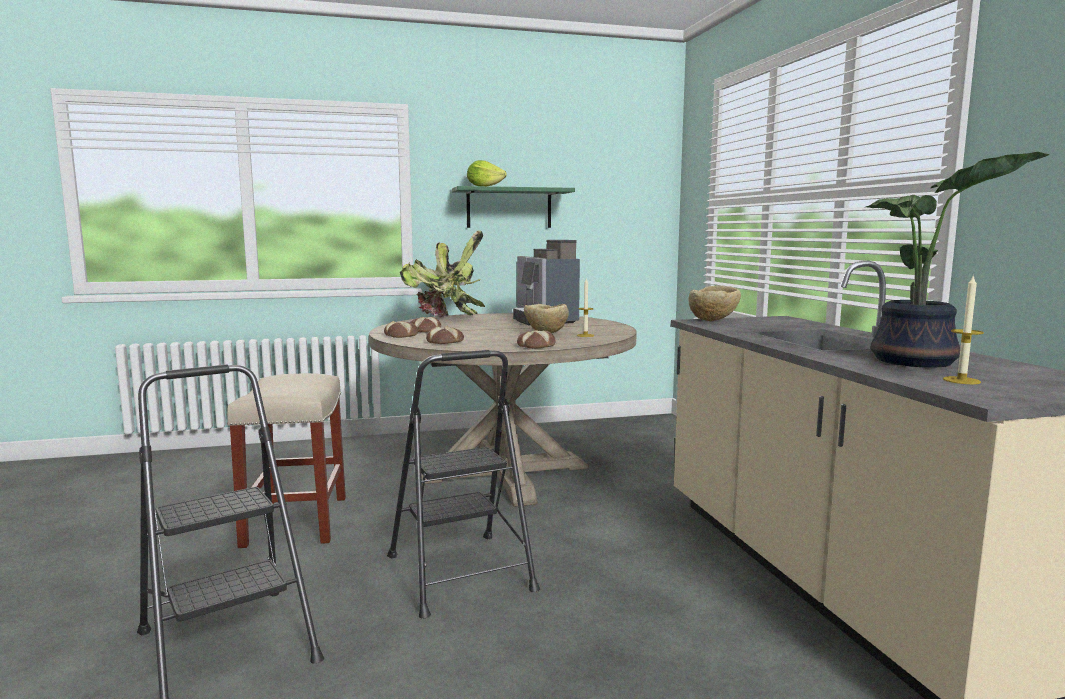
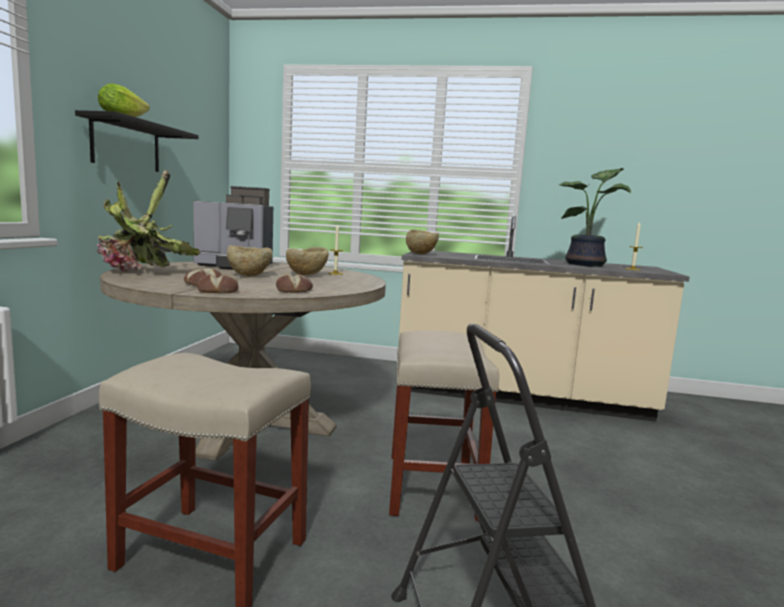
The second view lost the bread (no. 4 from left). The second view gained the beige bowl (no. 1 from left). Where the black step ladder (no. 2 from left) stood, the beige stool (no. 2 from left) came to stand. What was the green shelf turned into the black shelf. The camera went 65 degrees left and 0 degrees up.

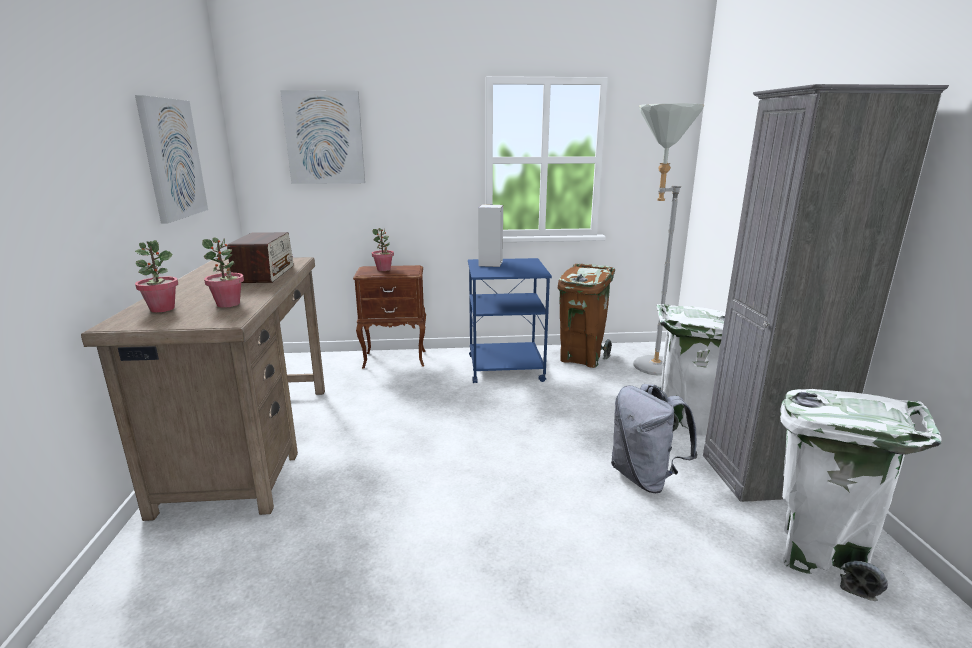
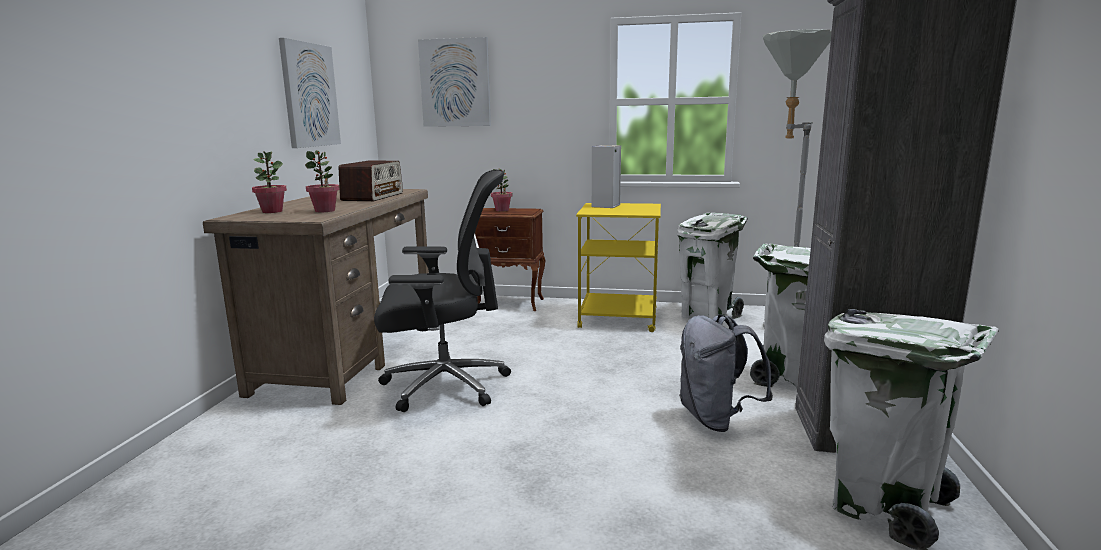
The second view gained the office chair. What was the blue cart turned into the yellow cart. What was the brown trash can turned into the white trash can (no. 1 from left). The camera went 15 degrees right and 5 degrees down.

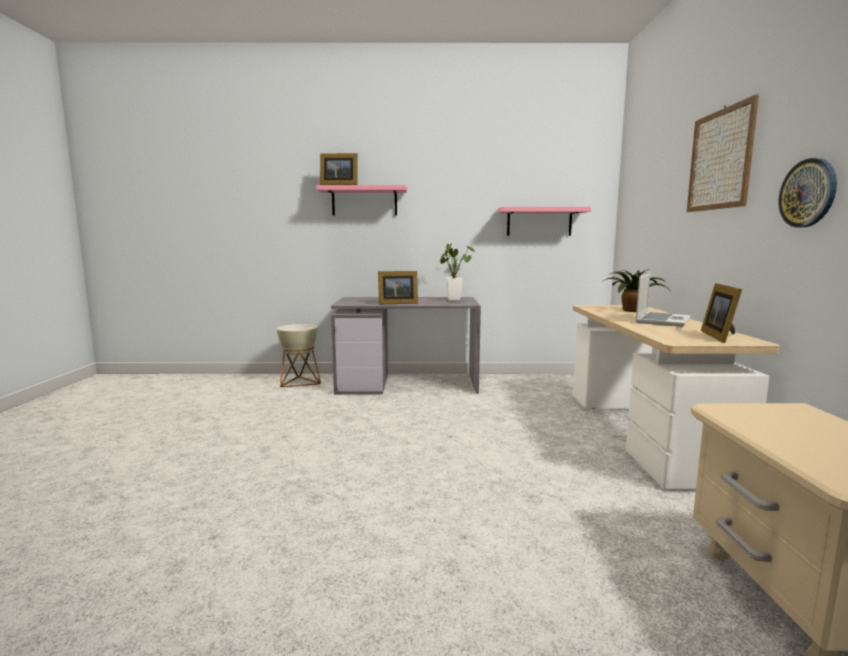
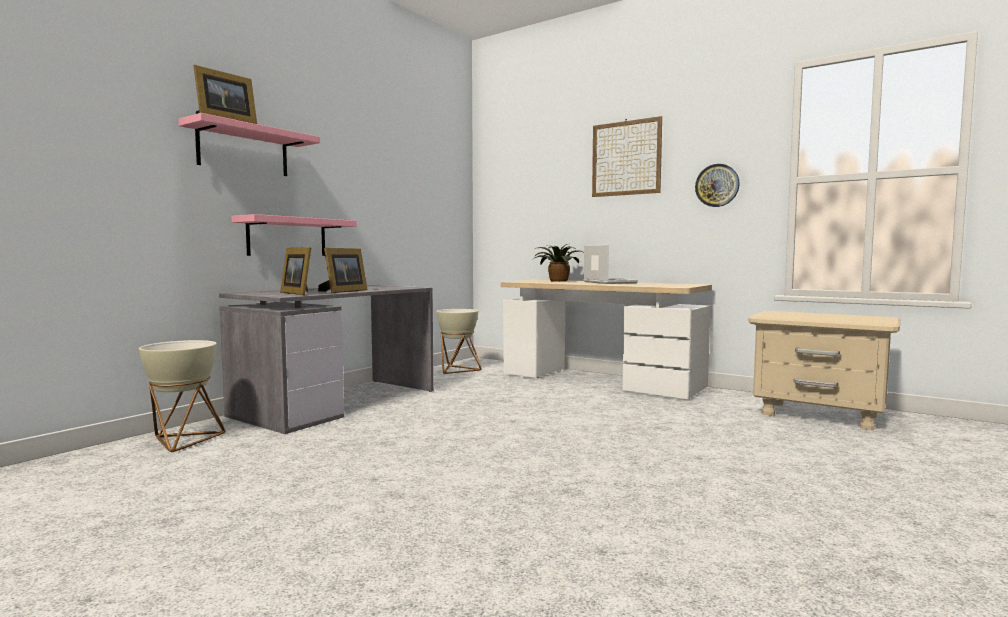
The second view lost the potted plant (no. 1 from left). The second view gained the planter (no. 2 from left). The pink shelf (no. 2 from left) ended up elsewhere. The picture frame (no. 3 from left in the first image) ended up elsewhere. The camera went 55 degrees left and 5 degrees down.

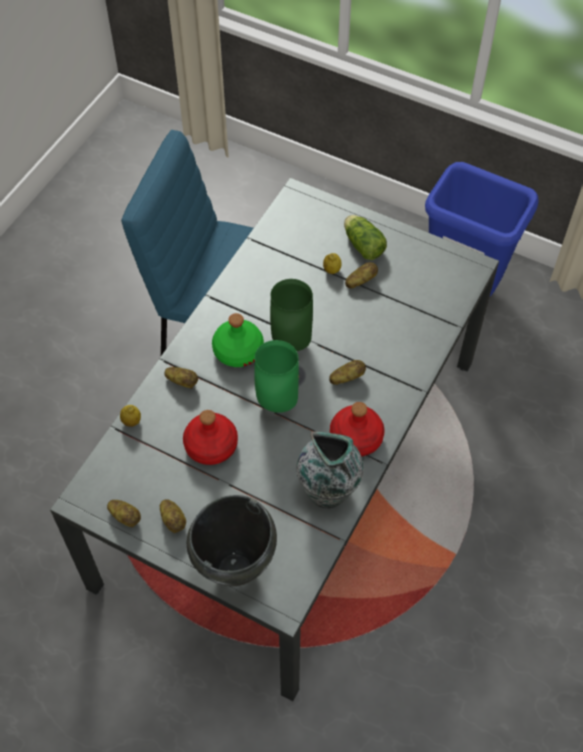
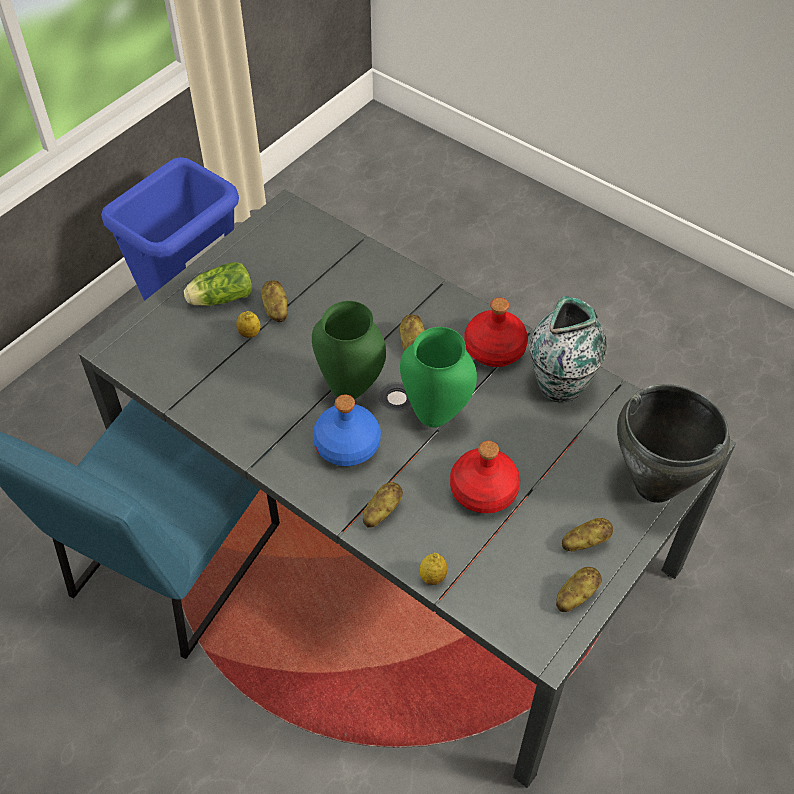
What was the green bottle turned into the blue bottle. The camera went 80 degrees left and 5 degrees down.

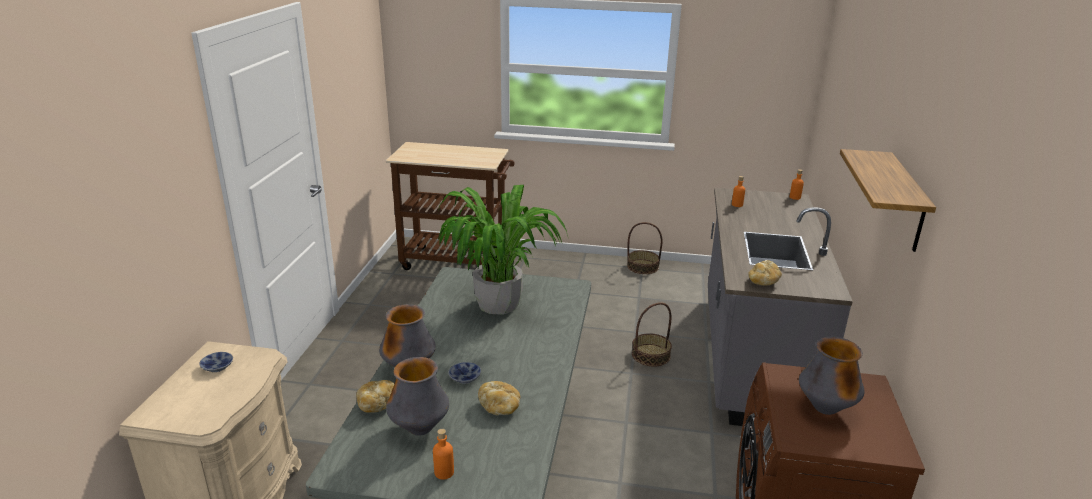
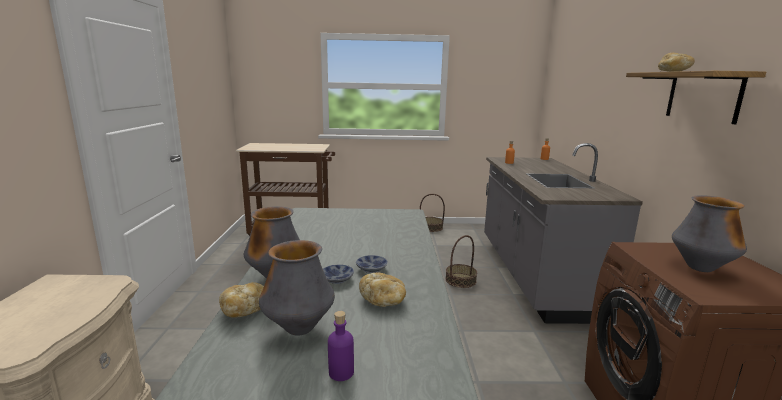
The second view lost the potted plant. The bowl (no. 1 from left in the first image) ended up elsewhere. The bread (no. 3 from left) ended up elsewhere. What was the orange bottle (no. 1 from left) turned into the purple bottle. The camera went 10 degrees left and 10 degrees down.

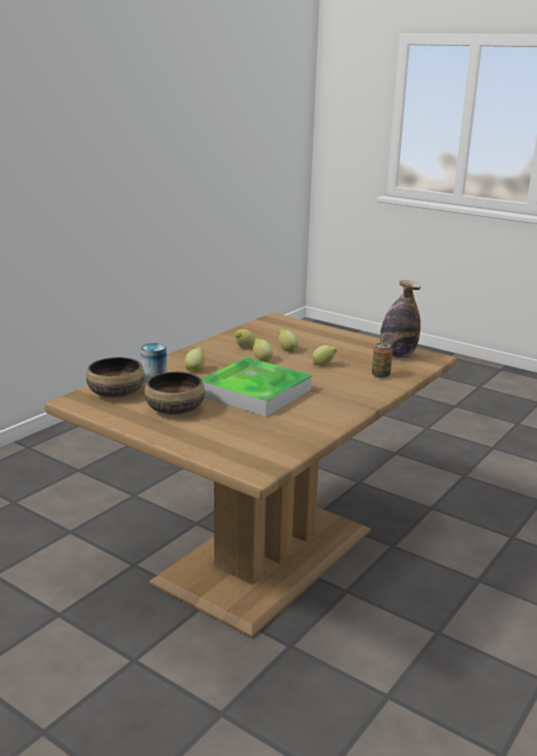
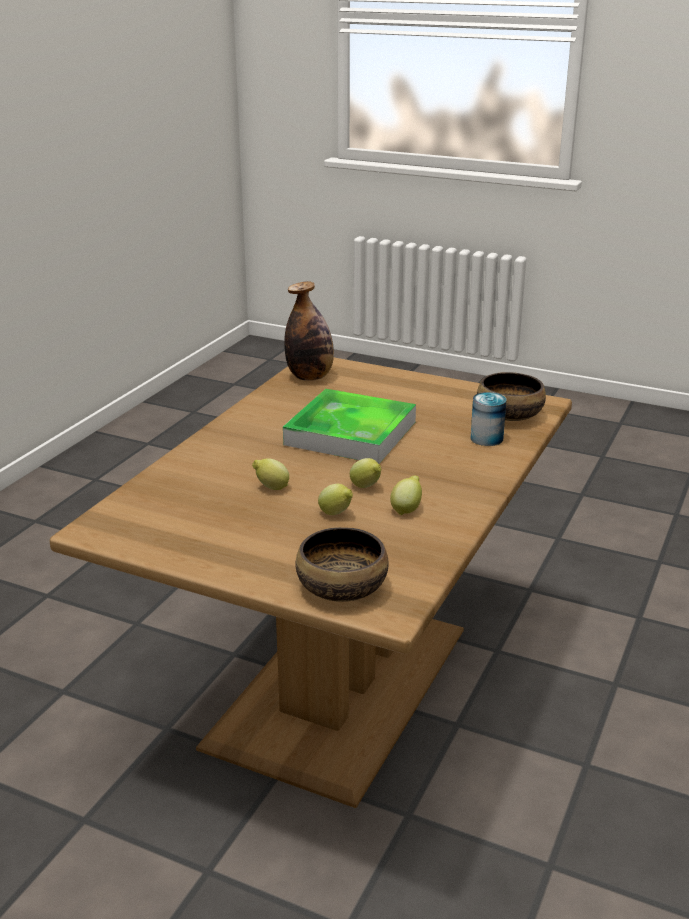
The second view lost the lemon (no. 1 from left). The second view lost the can (no. 2 from left). The bowl (no. 2 from left in the first image) ended up elsewhere. The bottle ended up elsewhere. The camera went 170 degrees right and 5 degrees up.

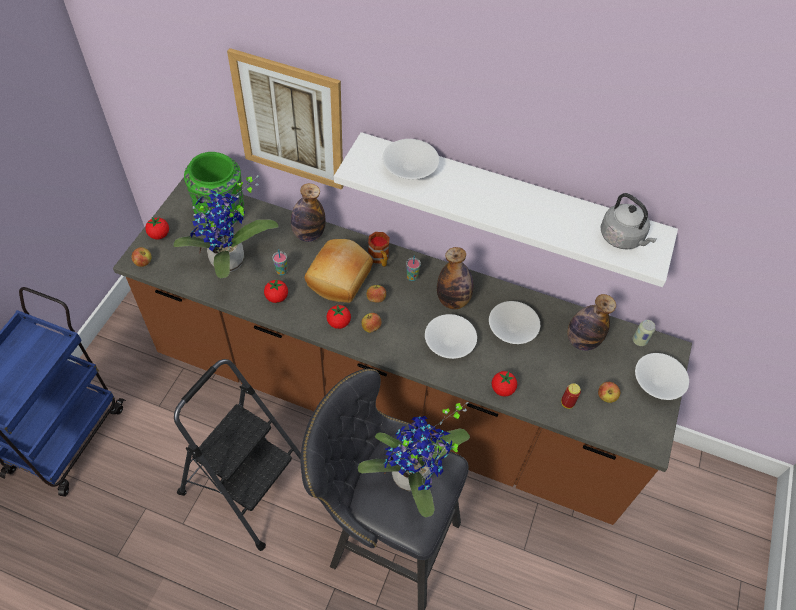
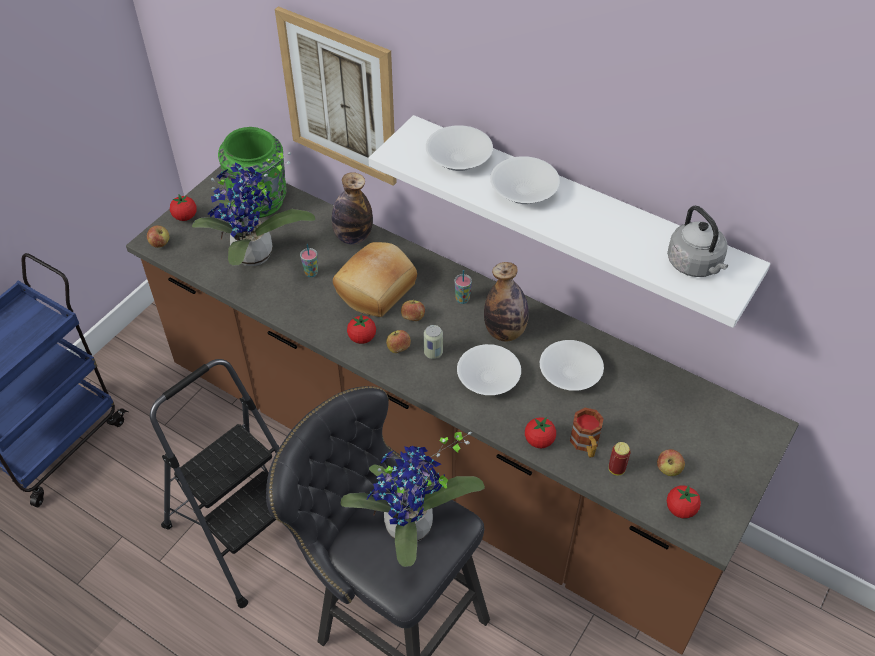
The second view lost the bottle (no. 3 from left). The tomato (no. 2 from left in the first image) ended up elsewhere. The mug ended up elsewhere. The can (no. 2 from left in the first image) ended up elsewhere. The white bowl (no. 4 from left in the first image) ended up elsewhere. The camera went 15 degrees right and 5 degrees down.

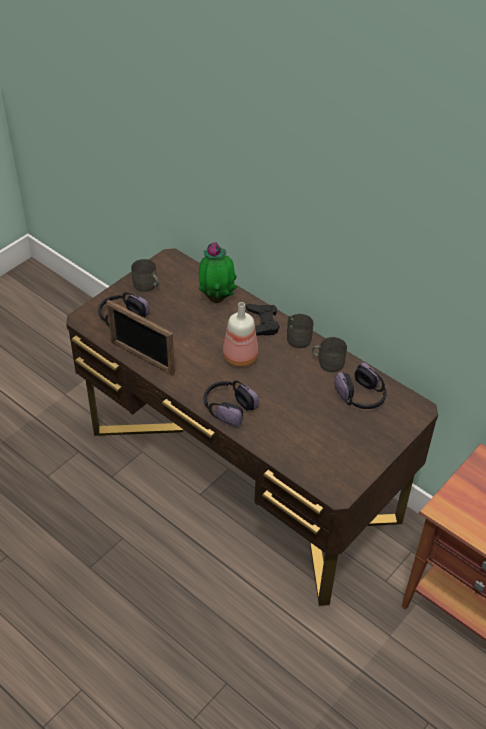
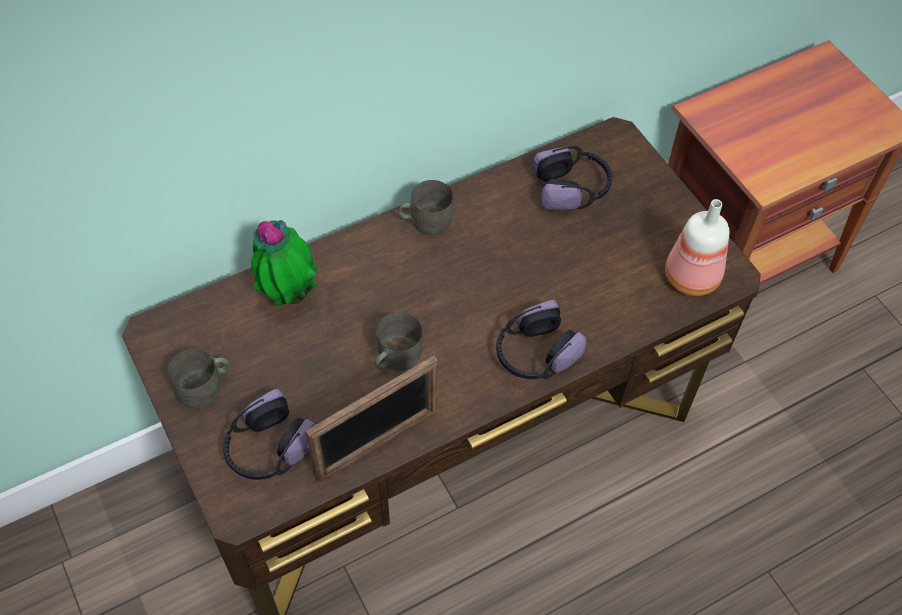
The second view lost the black game controller. The bottle ended up elsewhere. The grey mug (no. 3 from left in the first image) ended up elsewhere. The camera went 70 degrees left and 10 degrees up.

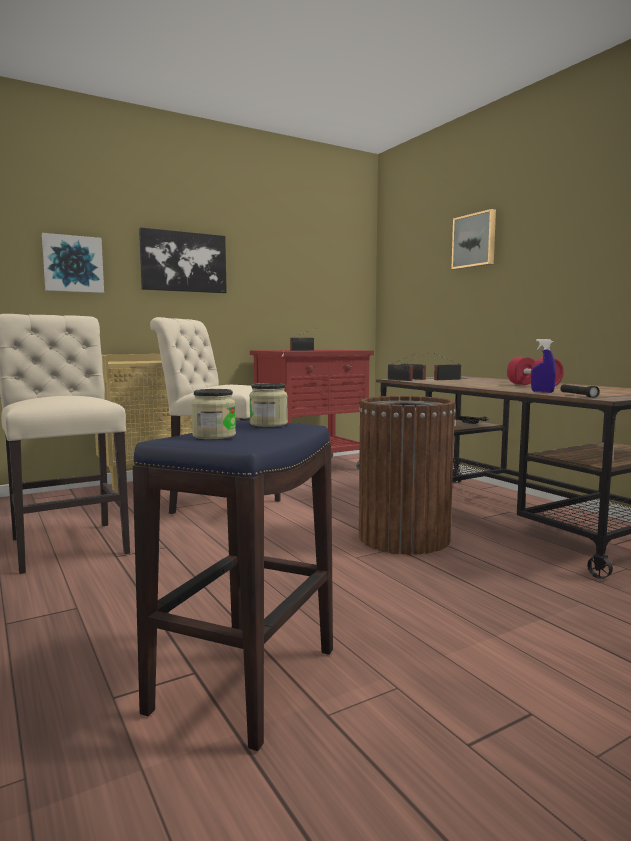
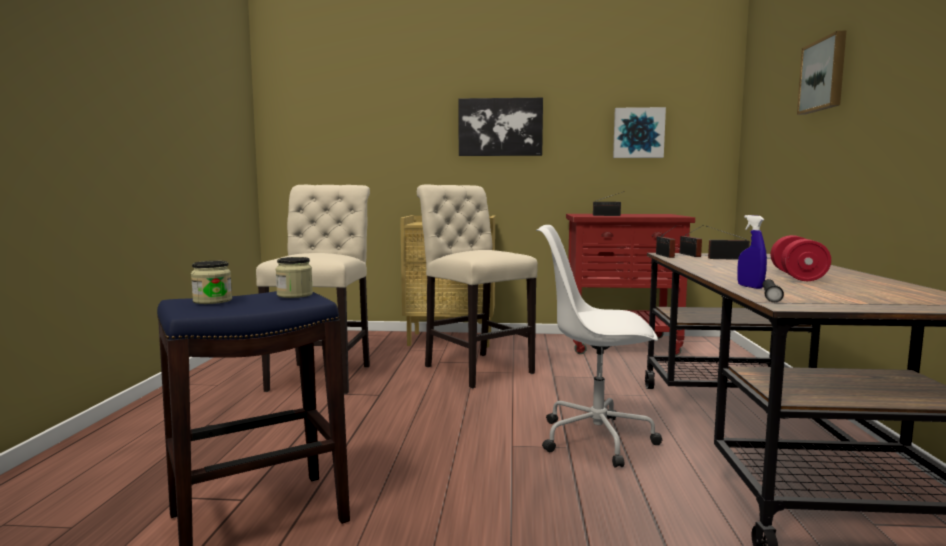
The picture (no. 1 from left in the first image) ended up elsewhere. Where the brown trash can stood, the white office chair came to stand. The camera went 35 degrees right and 0 degrees up.

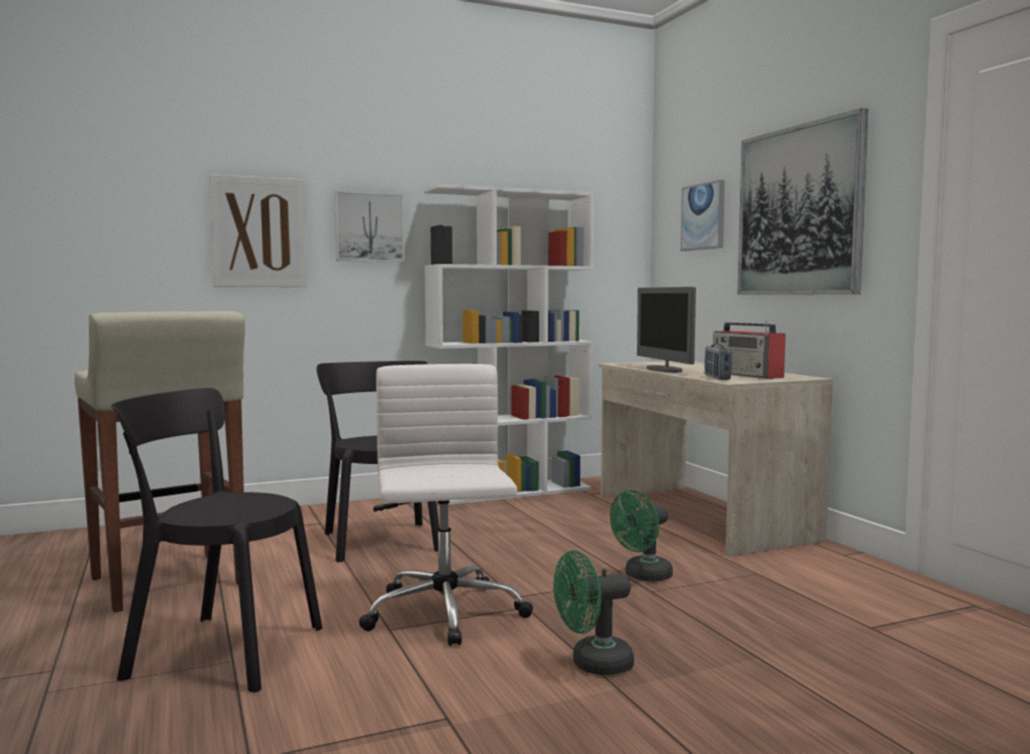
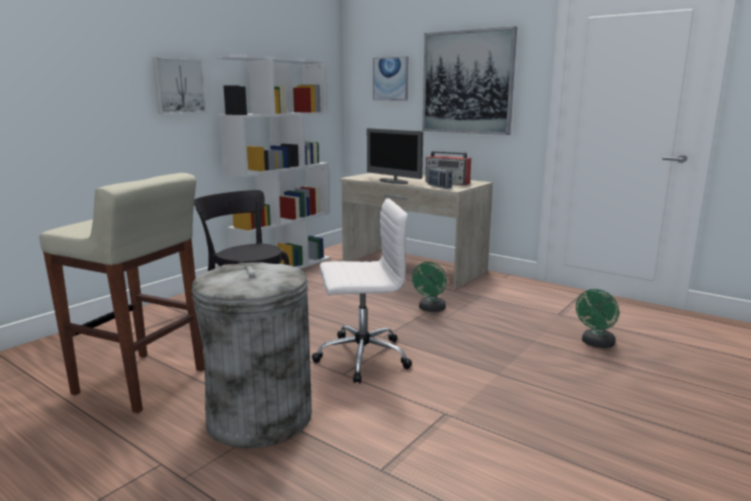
The second view lost the picture (no. 1 from left). The green fan (no. 1 from left in the first image) ended up elsewhere. Where the black chair (no. 1 from left) stood, the grey trash can came to stand. The white office chair ended up facing another way, 120 degrees clockwise from before. The camera went 30 degrees left and 10 degrees up.

